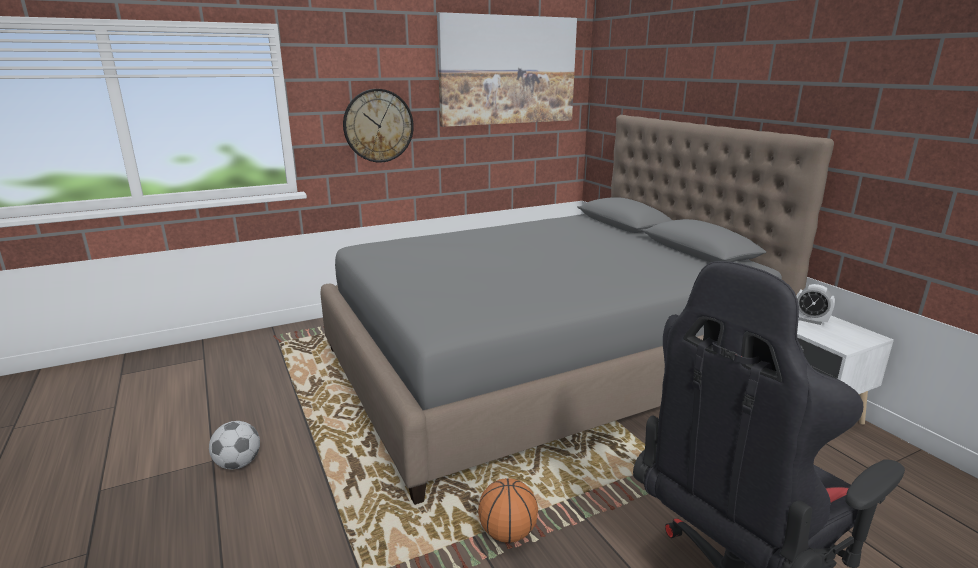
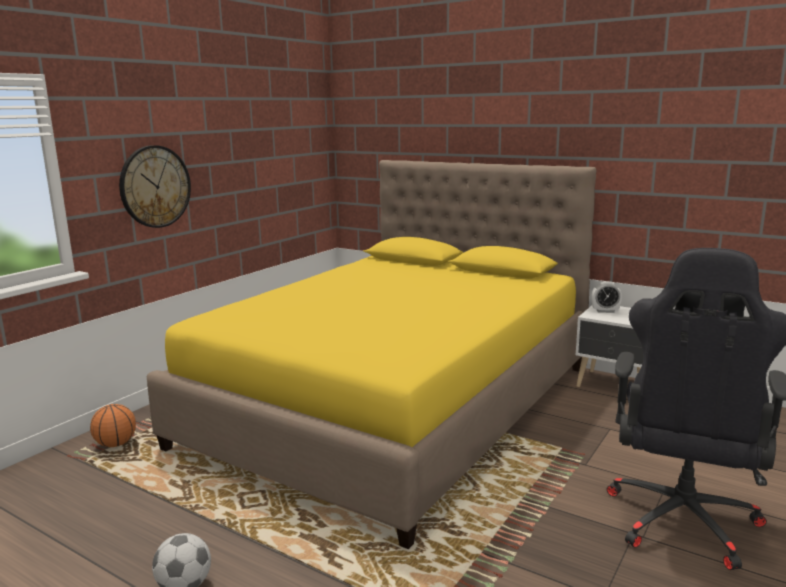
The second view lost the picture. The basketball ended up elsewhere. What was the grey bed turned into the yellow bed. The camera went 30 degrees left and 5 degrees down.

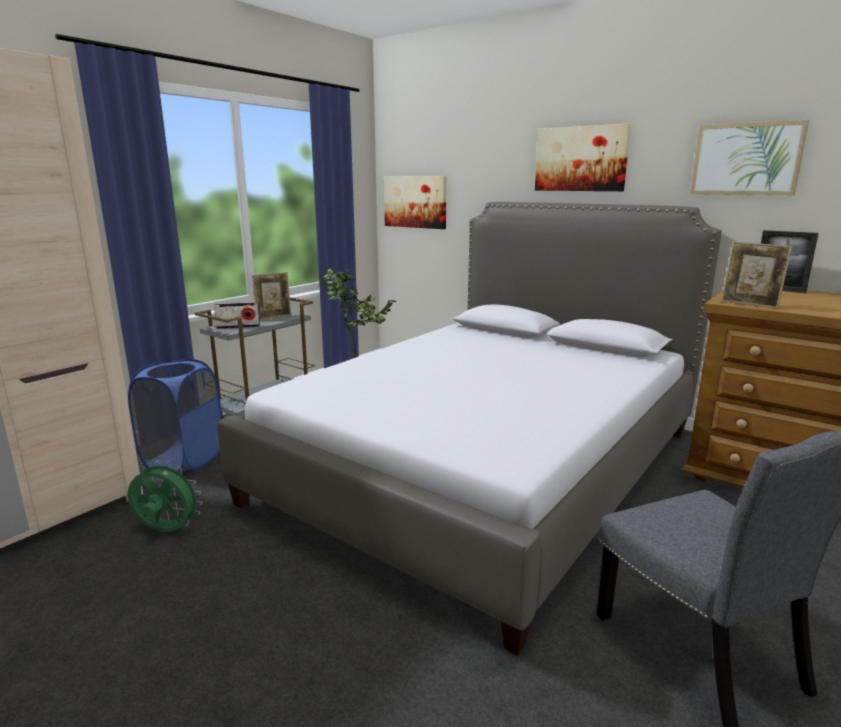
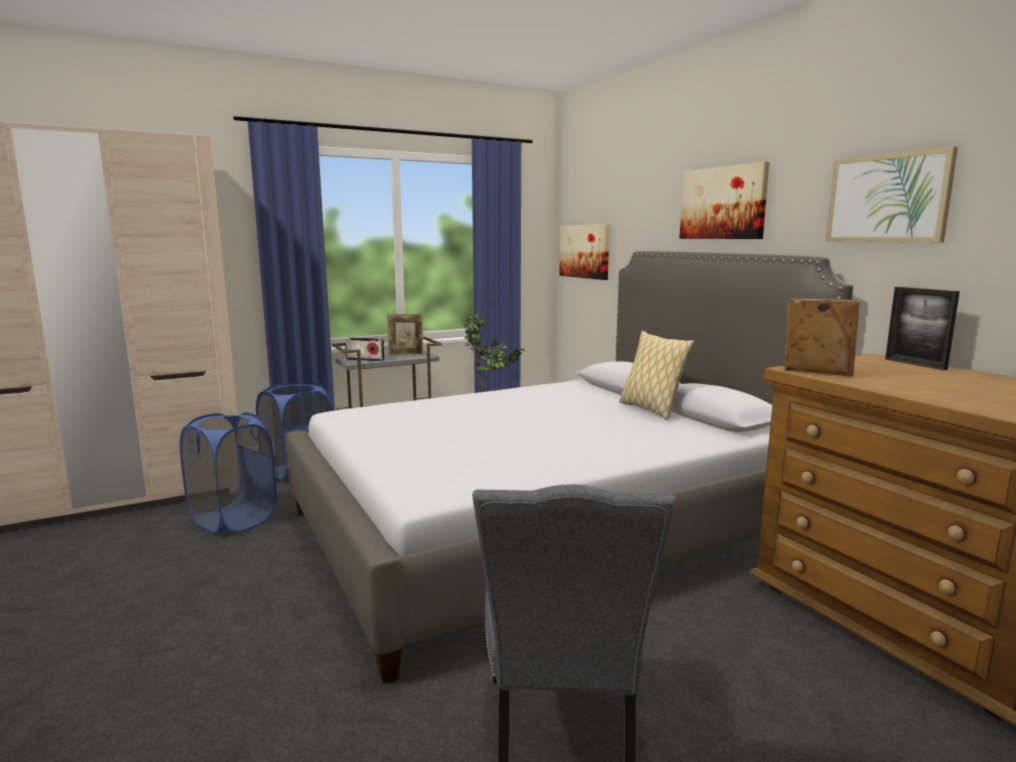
The second view gained the pillow. Where the green fan stood, the blue laundry basket (no. 1 from left) came to stand. The picture frame (no. 2 from left) ended up facing another way, 150 degrees clockwise from before. The camera went 25 degrees right and 5 degrees down.

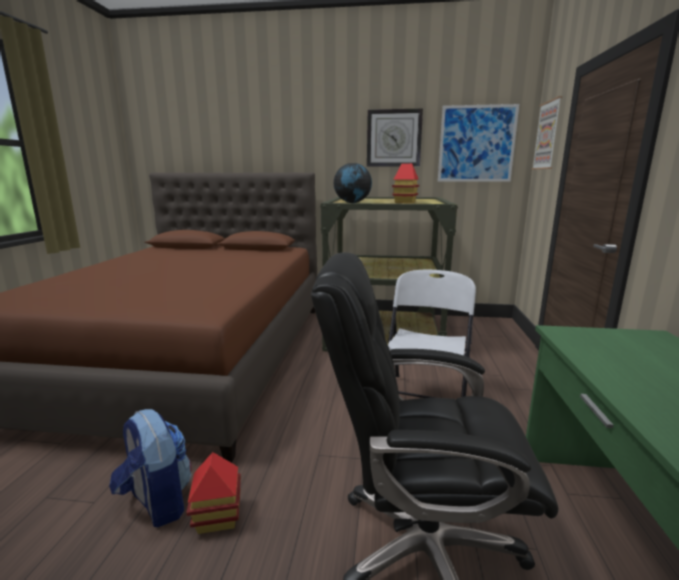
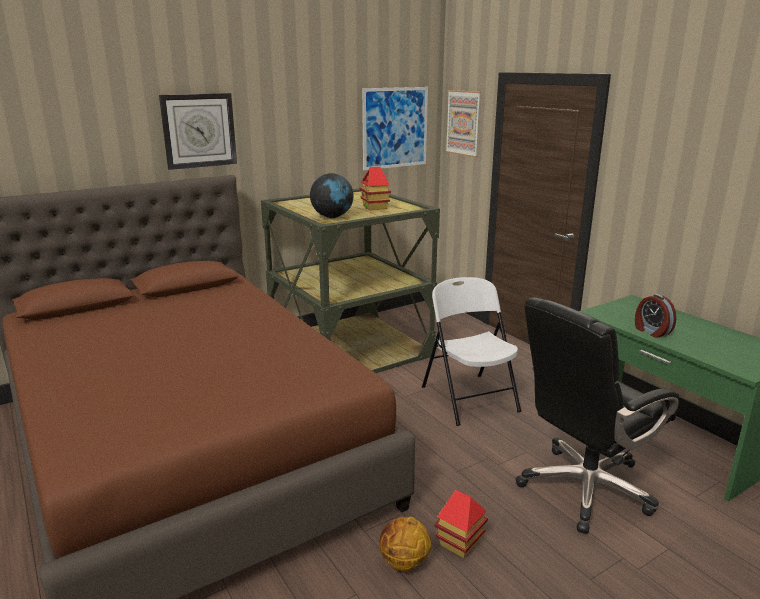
The second view gained the alarm clock. The wall clock ended up elsewhere. Where the backpack stood, the basketball came to stand. The camera went 40 degrees left and 5 degrees up.

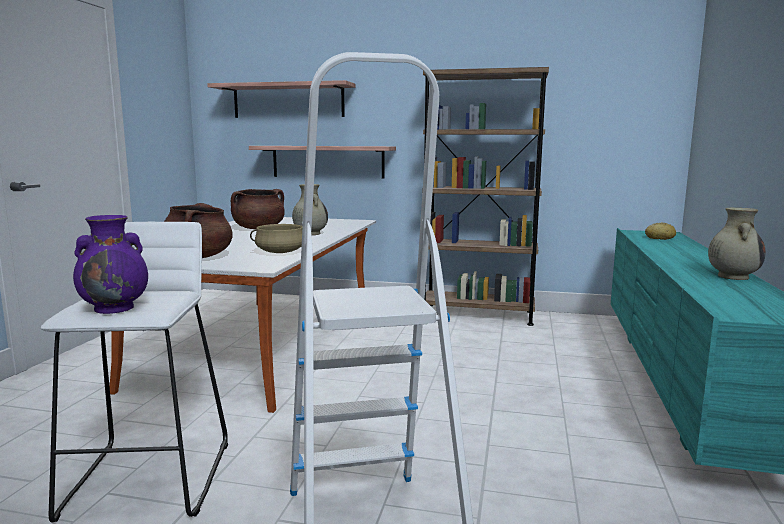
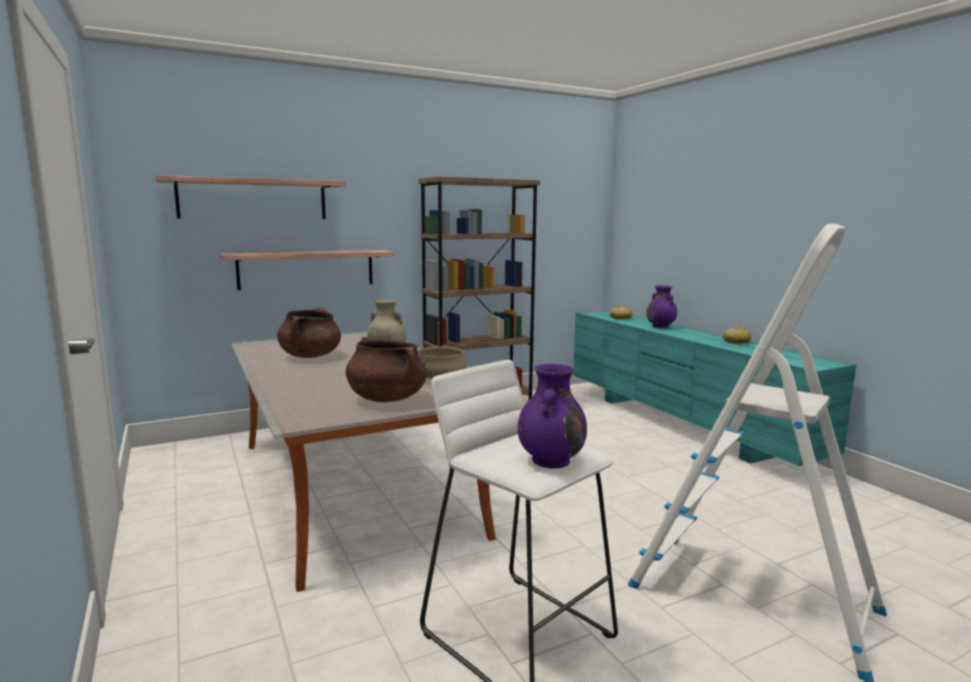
The second view gained the purple vase (no. 2 from left). Where the beige vase (no. 2 from left) stood, the bread (no. 2 from left) came to stand. The camera went 40 degrees left and 0 degrees up.

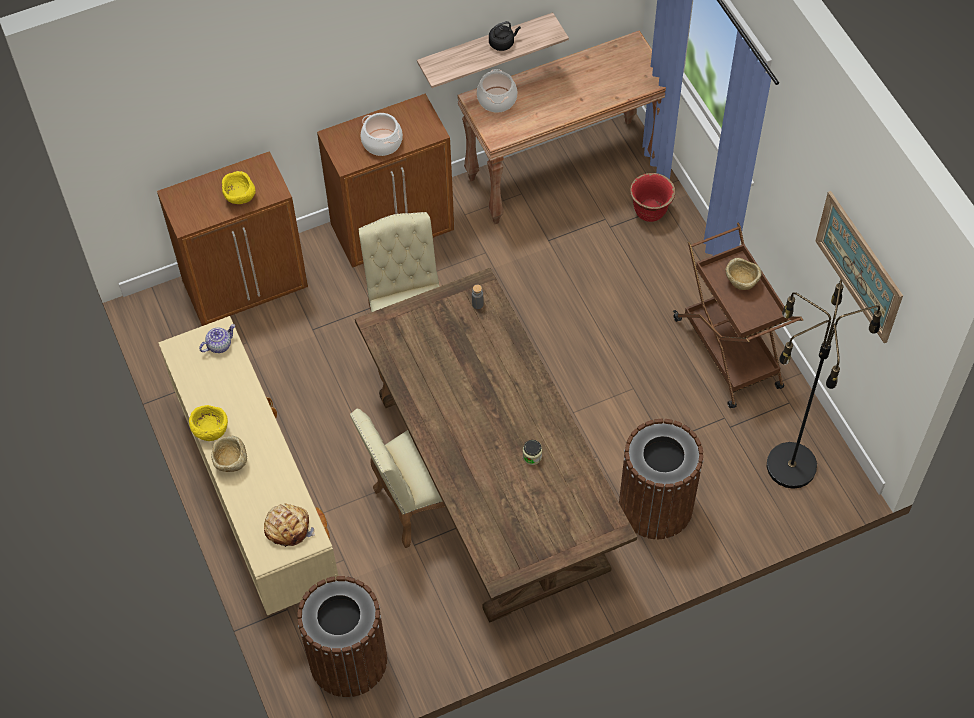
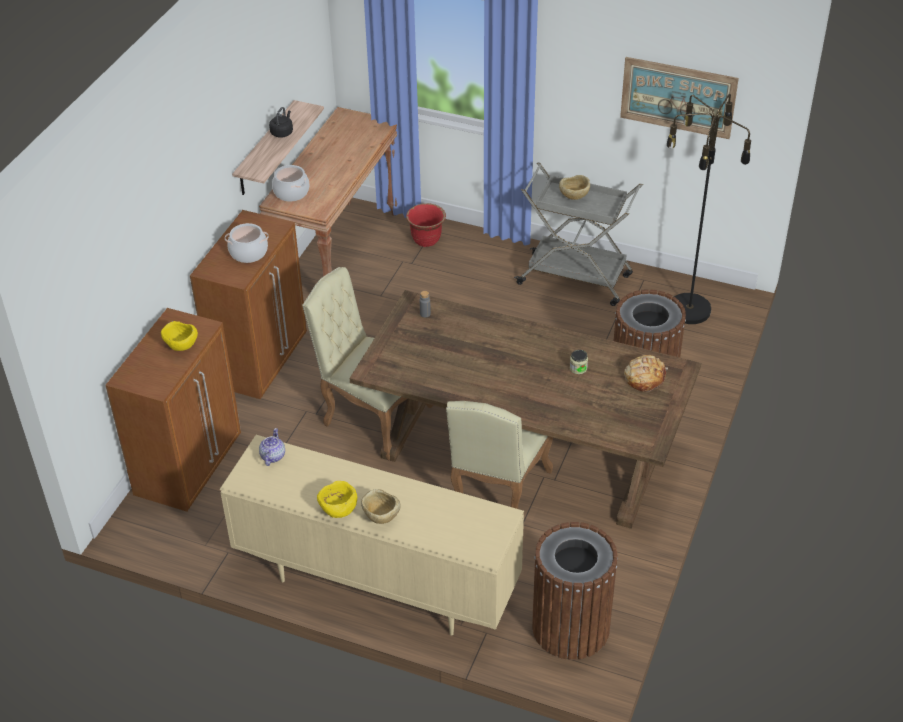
The bread ended up elsewhere. What was the brown cart turned into the grey cart. The camera went 45 degrees left and 15 degrees down.

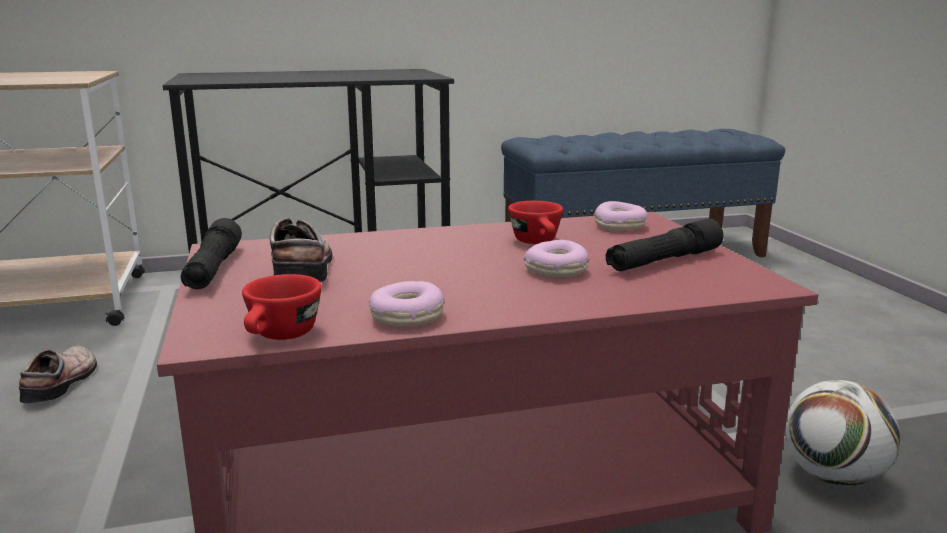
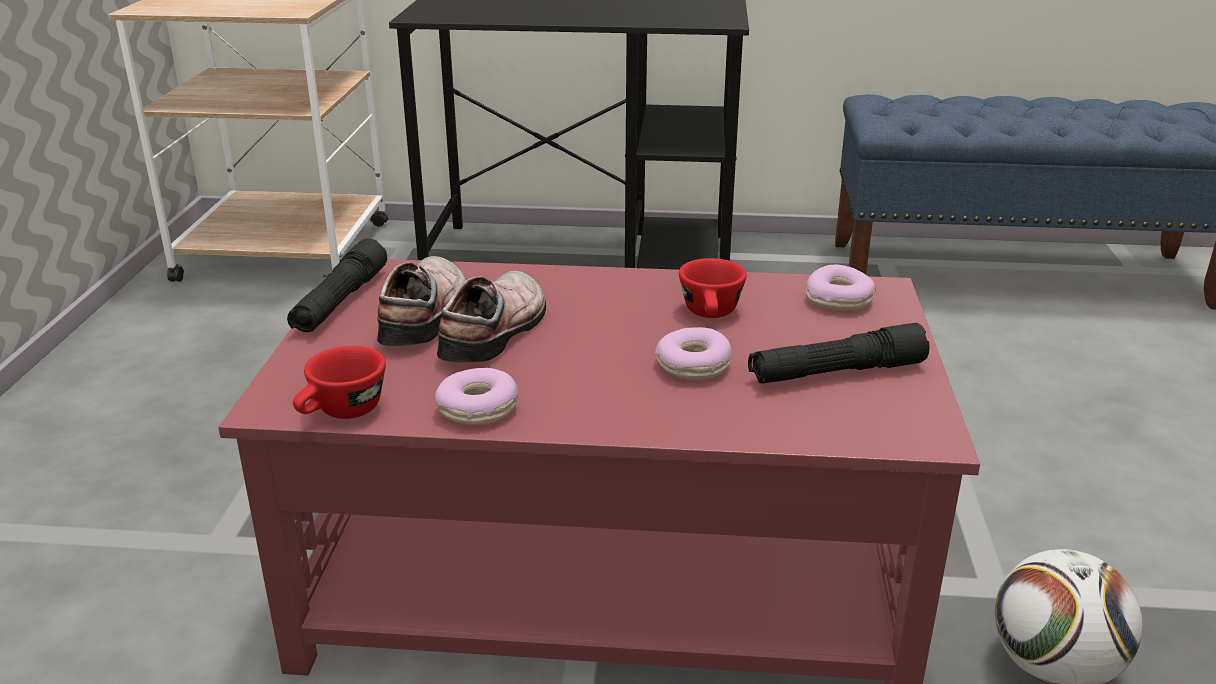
The shoe (no. 1 from left in the first image) ended up elsewhere. The camera went 20 degrees right and 10 degrees up.

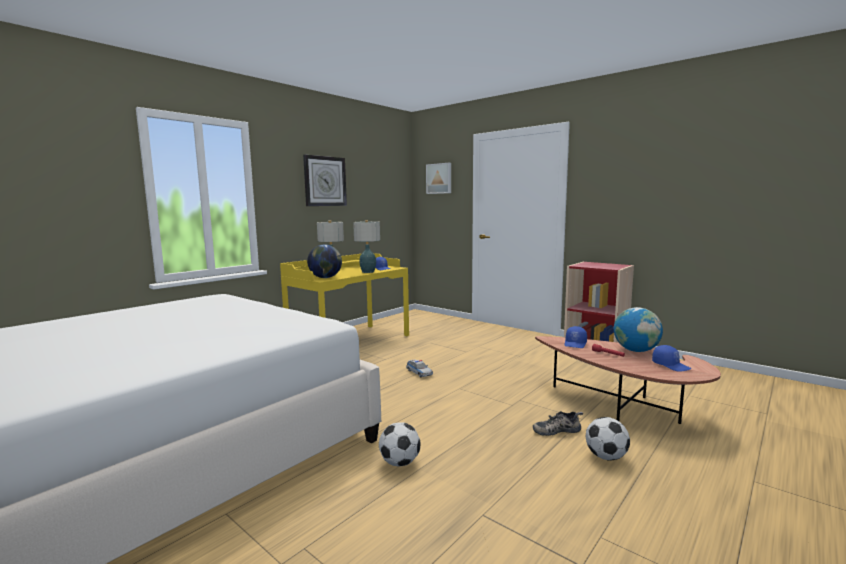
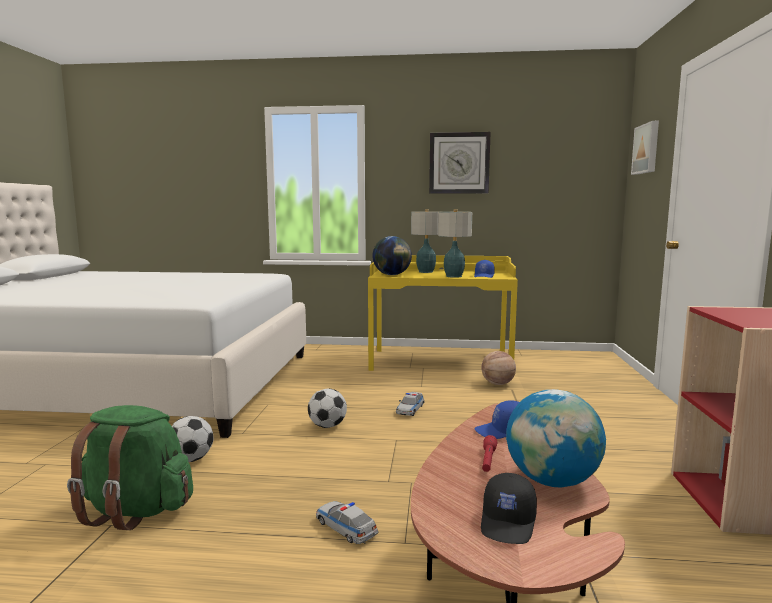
The second view gained the green backpack. The second view gained the basketball. The football (no. 2 from left) ended up elsewhere. Where the shoe stood, the toy car (no. 1 from left) came to stand. What was the blue cap (no. 3 from left) turned into the black cap. The camera went 55 degrees right and 0 degrees up.

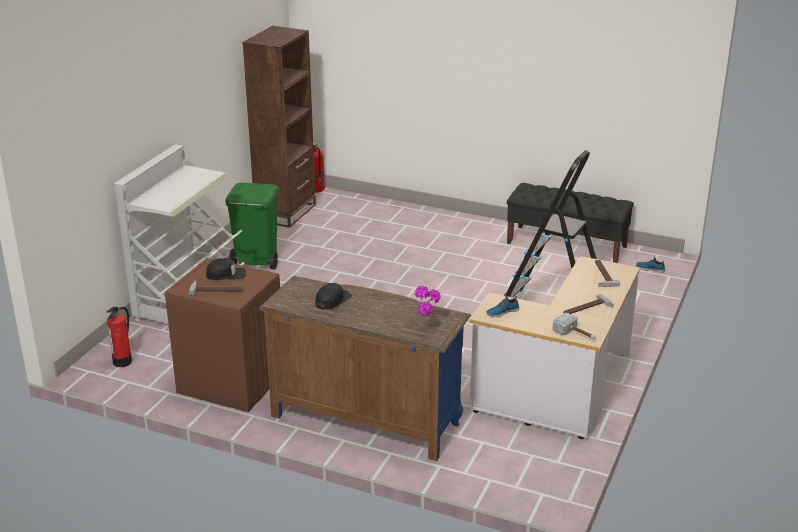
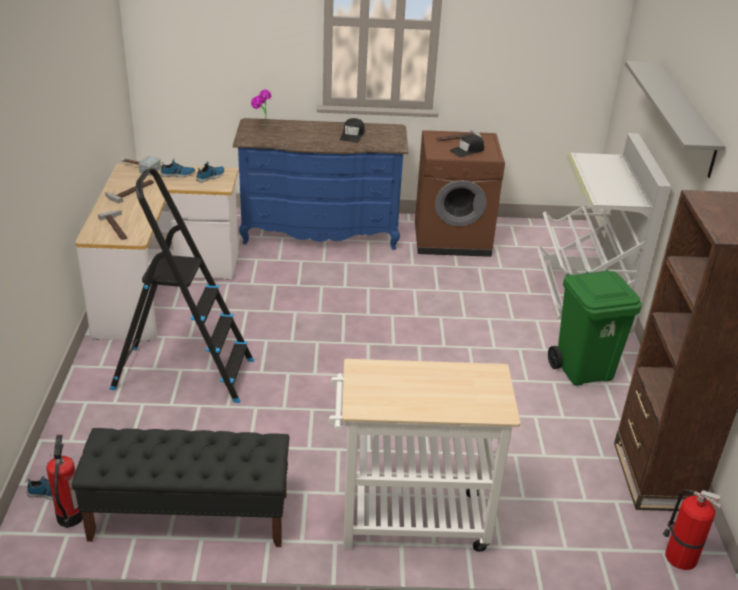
The second view gained the shoe (no. 2 from left). The second view gained the white cart. The second view gained the grey shelf. The fire extinguisher (no. 1 from left) ended up elsewhere. The camera went 155 degrees right and 5 degrees up.

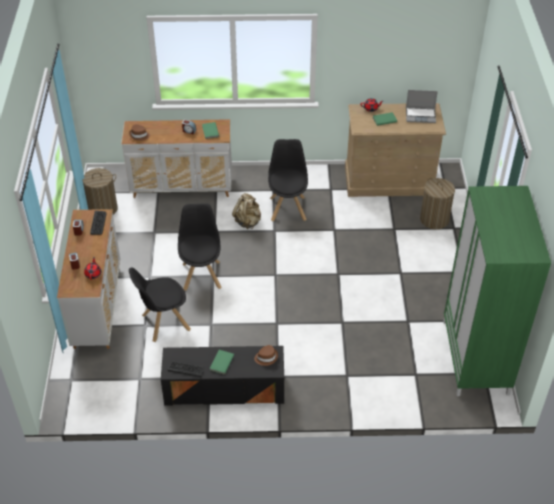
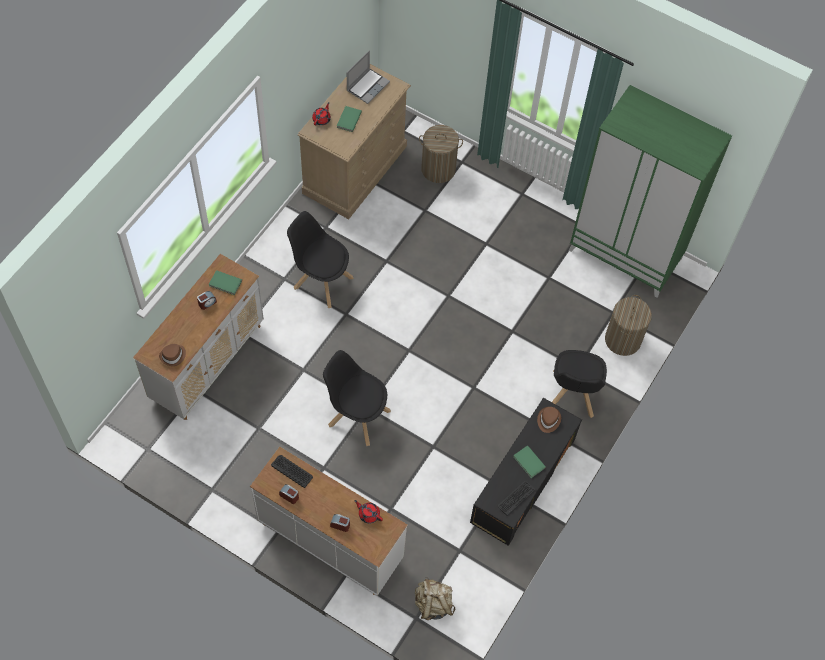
The laundry basket (no. 1 from left in the first image) ended up elsewhere. The black chair (no. 1 from left in the first image) ended up elsewhere. The beige backpack ended up elsewhere. The camera went 60 degrees left and 15 degrees up.

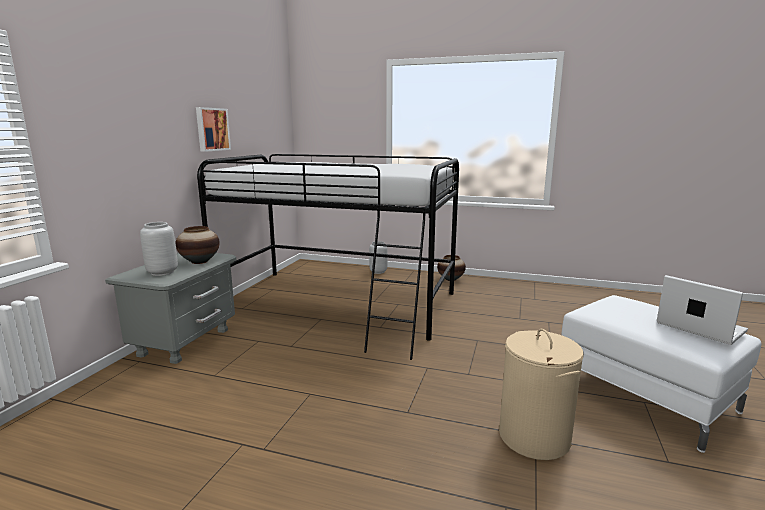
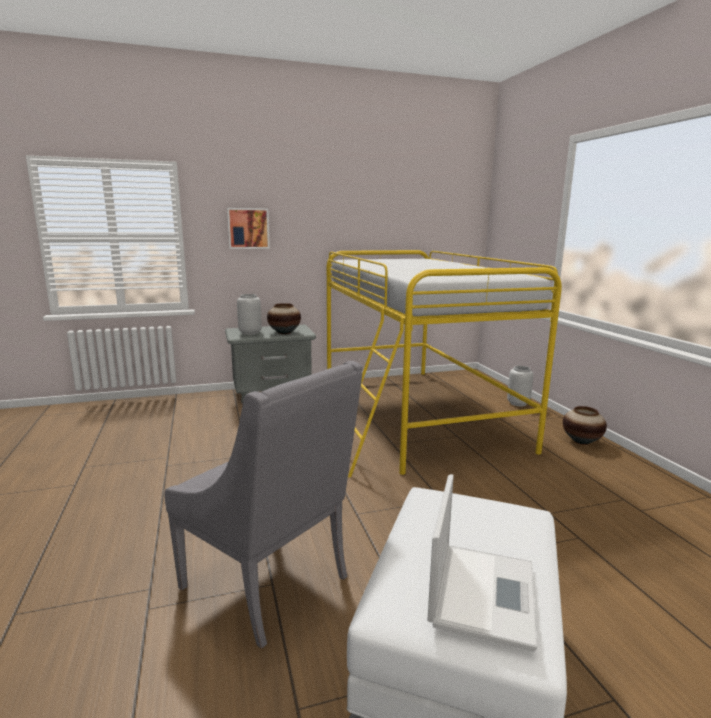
The picture ended up elsewhere. Where the beige laundry basket stood, the grey armchair came to stand. What was the black bed turned into the yellow bed. The camera went 55 degrees right and 0 degrees up.

